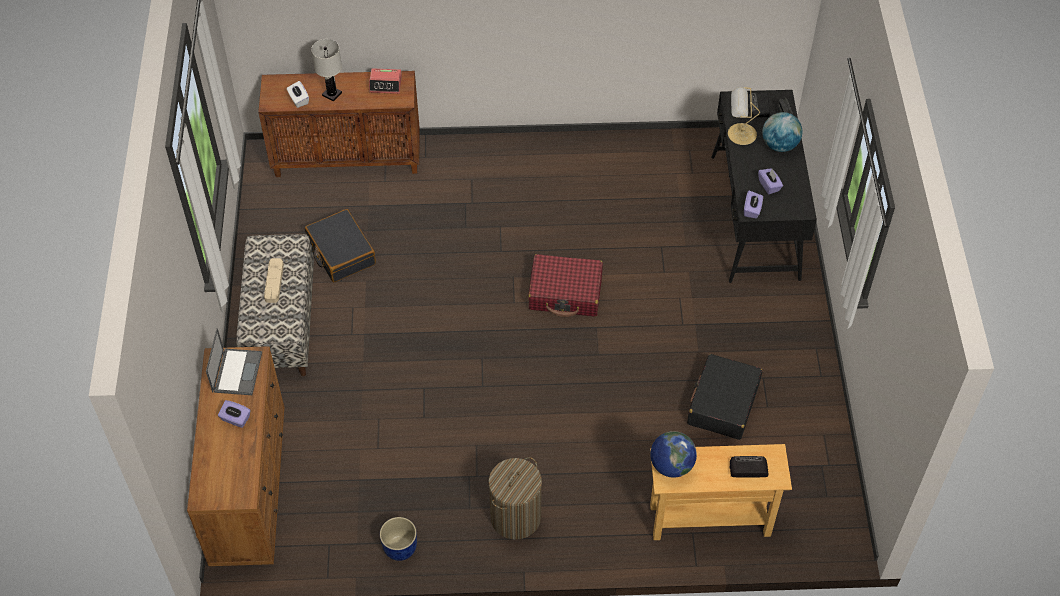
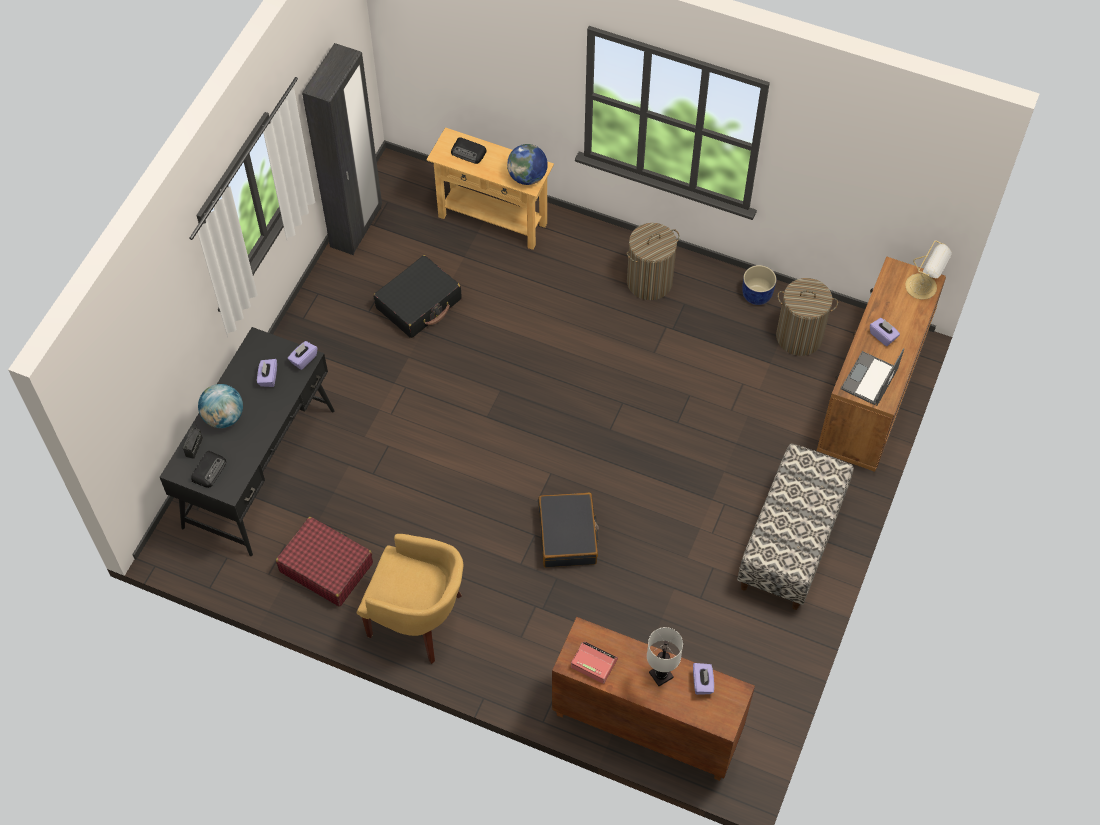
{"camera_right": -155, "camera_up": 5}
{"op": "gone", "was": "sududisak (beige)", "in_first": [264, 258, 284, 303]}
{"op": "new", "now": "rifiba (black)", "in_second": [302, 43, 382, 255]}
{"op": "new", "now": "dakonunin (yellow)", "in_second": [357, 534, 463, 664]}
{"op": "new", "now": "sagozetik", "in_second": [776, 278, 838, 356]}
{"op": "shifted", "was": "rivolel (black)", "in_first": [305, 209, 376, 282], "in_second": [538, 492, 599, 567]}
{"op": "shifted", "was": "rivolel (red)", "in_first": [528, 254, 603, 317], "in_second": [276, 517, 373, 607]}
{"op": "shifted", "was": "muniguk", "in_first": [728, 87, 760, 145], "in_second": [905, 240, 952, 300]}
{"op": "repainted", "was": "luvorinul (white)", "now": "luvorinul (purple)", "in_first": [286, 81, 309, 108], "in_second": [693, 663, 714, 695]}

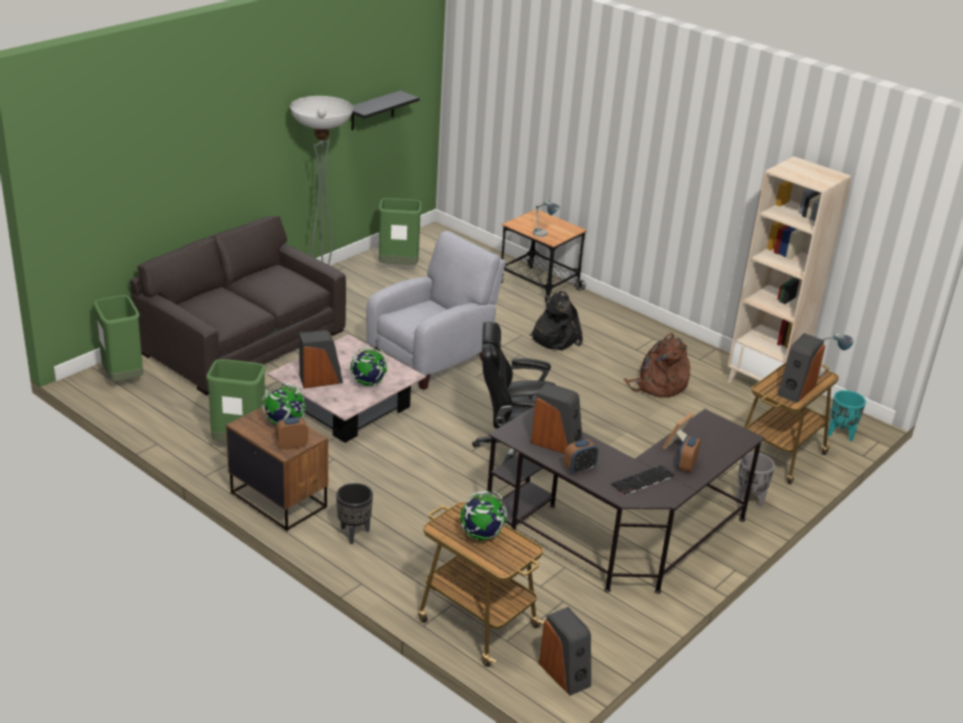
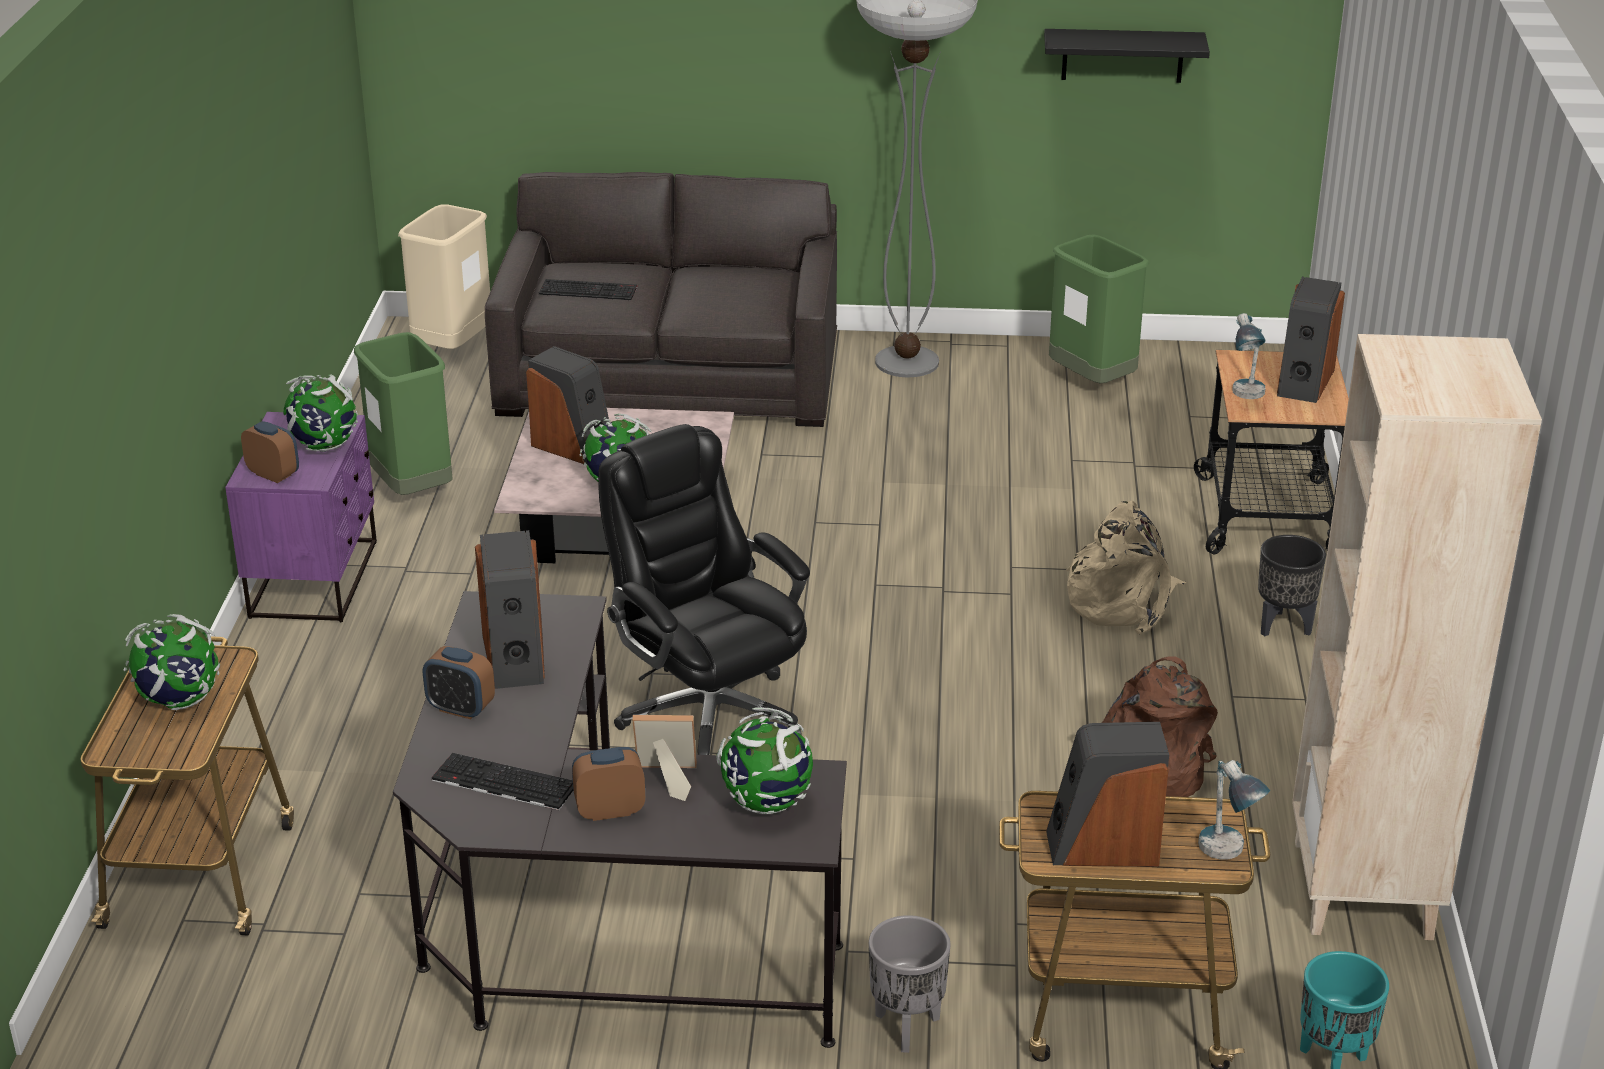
{"camera_right": 55, "camera_up": 0}
{"op": "gone", "was": "dakonunin (grey)", "in_first": [366, 231, 505, 390]}
{"op": "new", "now": "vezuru", "in_second": [539, 279, 637, 300]}
{"op": "new", "now": "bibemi", "in_second": [717, 707, 813, 814]}
{"op": "shifted", "was": "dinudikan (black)", "in_first": [336, 483, 373, 544], "in_second": [1258, 535, 1326, 636]}
{"op": "shifted", "was": "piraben", "in_first": [539, 607, 591, 696], "in_second": [1277, 277, 1345, 403]}
{"op": "repainted", "was": "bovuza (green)", "now": "bovuza (beige)", "in_first": [94, 295, 143, 381], "in_second": [398, 204, 490, 349]}
{"op": "repainted", "was": "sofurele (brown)", "now": "sofurele (purple)", "in_first": [226, 407, 328, 531], "in_second": [225, 412, 377, 622]}
{"op": "repainted", "was": "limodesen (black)", "now": "limodesen (beige)", "in_first": [530, 291, 583, 350], "in_second": [1067, 501, 1187, 634]}

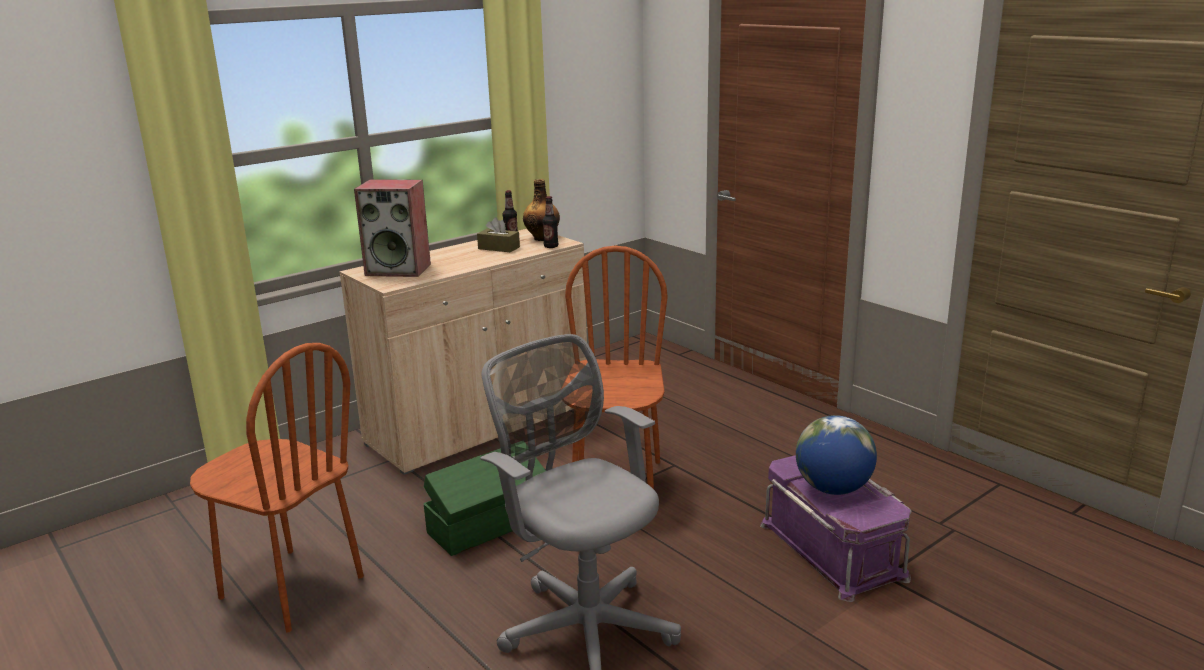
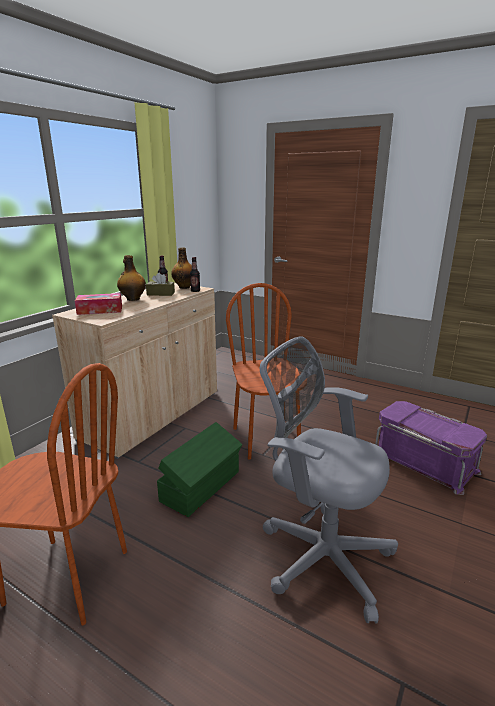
{"camera_right": -20, "camera_up": 0}
{"op": "gone", "was": "bibemi", "in_first": [796, 415, 877, 495]}
{"op": "new", "now": "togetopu", "in_second": [117, 255, 146, 301]}
{"op": "swapped", "was": "piraben", "now": "luvorinul", "in_first": [354, 180, 431, 277], "in_second": [75, 293, 122, 315]}

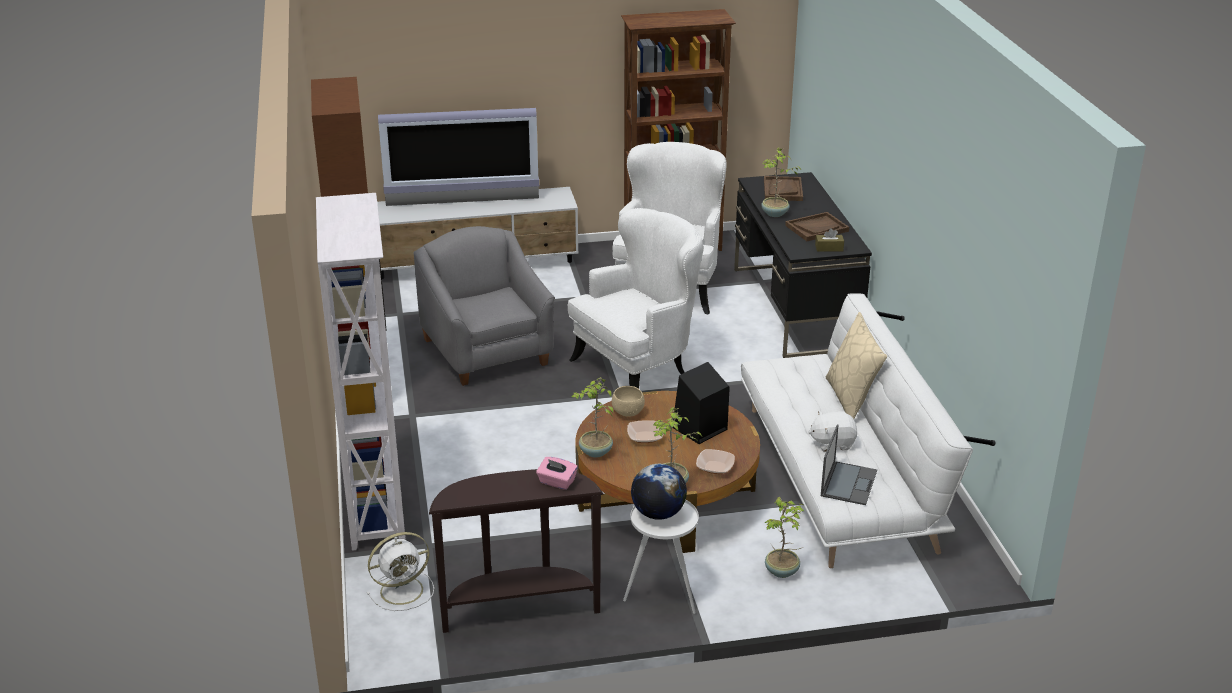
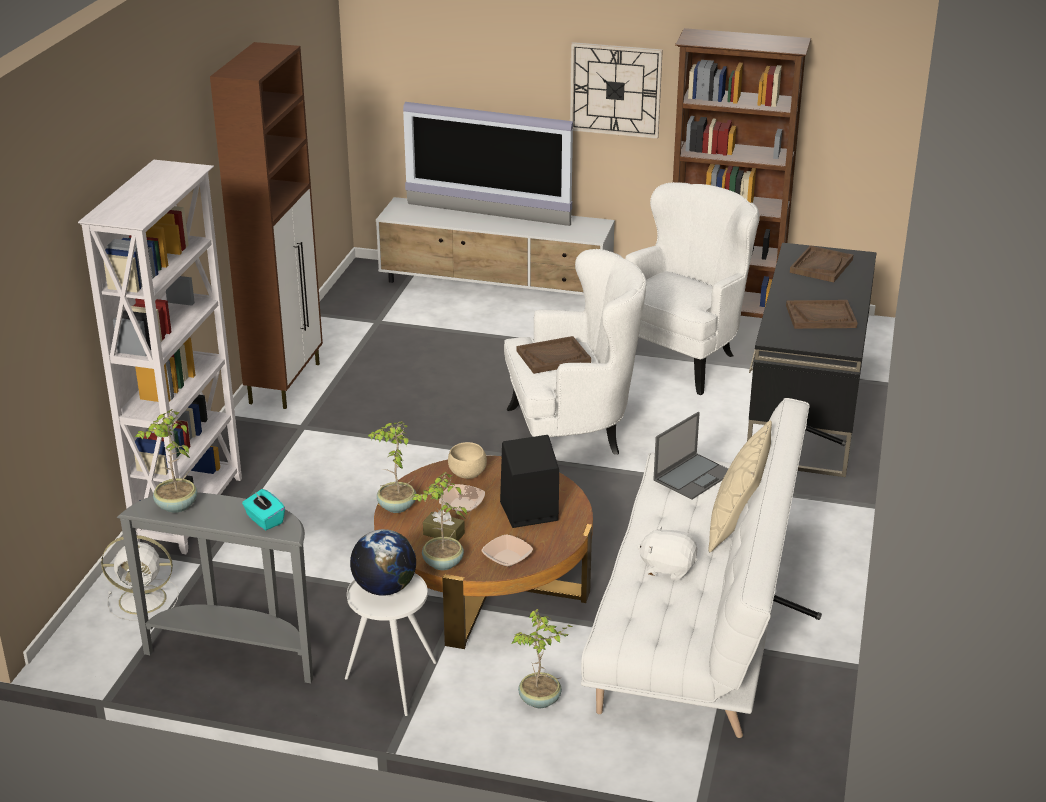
{"camera_right": 25, "camera_up": 0}
{"op": "gone", "was": "dakonunin (grey)", "in_first": [414, 226, 555, 386]}
{"op": "new", "now": "sududisak (brown)", "in_second": [517, 336, 591, 374]}
{"op": "new", "now": "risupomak", "in_second": [570, 42, 663, 139]}
{"op": "shifted", "was": "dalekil", "in_first": [762, 147, 801, 217], "in_second": [135, 409, 197, 513]}
{"op": "shifted", "was": "luvorinul (brown)", "in_first": [815, 228, 844, 252], "in_second": [423, 509, 465, 541]}
{"op": "shifted", "was": "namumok", "in_first": [821, 424, 877, 505], "in_second": [653, 412, 728, 500]}
{"op": "repainted", "was": "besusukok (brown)", "now": "besusukok (grey)", "in_first": [429, 469, 603, 633], "in_second": [117, 492, 313, 683]}
{"op": "repainted", "was": "luvorinul (pink)", "now": "luvorinul (turquoise)", "in_first": [536, 457, 578, 490], "in_second": [242, 489, 285, 530]}

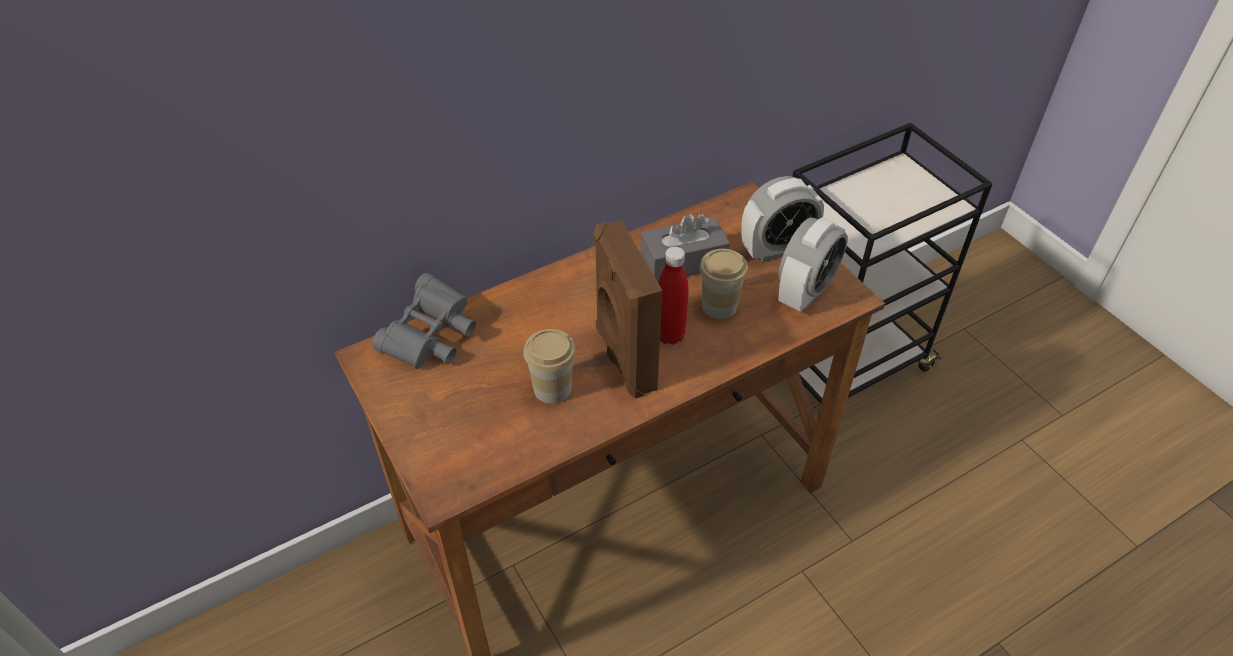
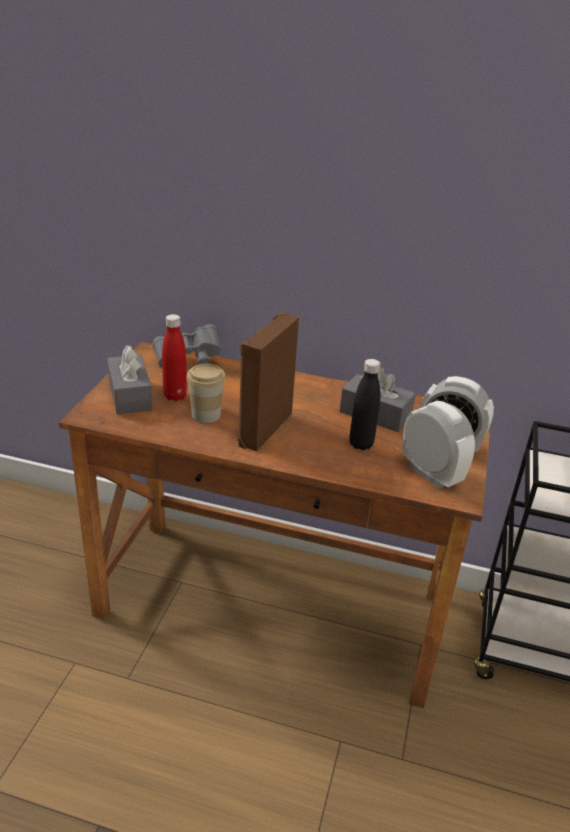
{"camera_right": 45, "camera_up": -15}
{"op": "new", "now": "luvorinul (grey)", "in_second": [107, 345, 153, 414]}
{"op": "shifted", "was": "togetopu (red)", "in_first": [658, 246, 689, 345], "in_second": [162, 314, 187, 401]}
{"op": "swapped", "was": "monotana", "now": "togetopu (black)", "in_first": [699, 249, 748, 319], "in_second": [349, 359, 380, 450]}
{"op": "rotated", "was": "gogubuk", "in_first": [778, 217, 848, 312], "in_second": [402, 401, 475, 489], "clockwise": -120}

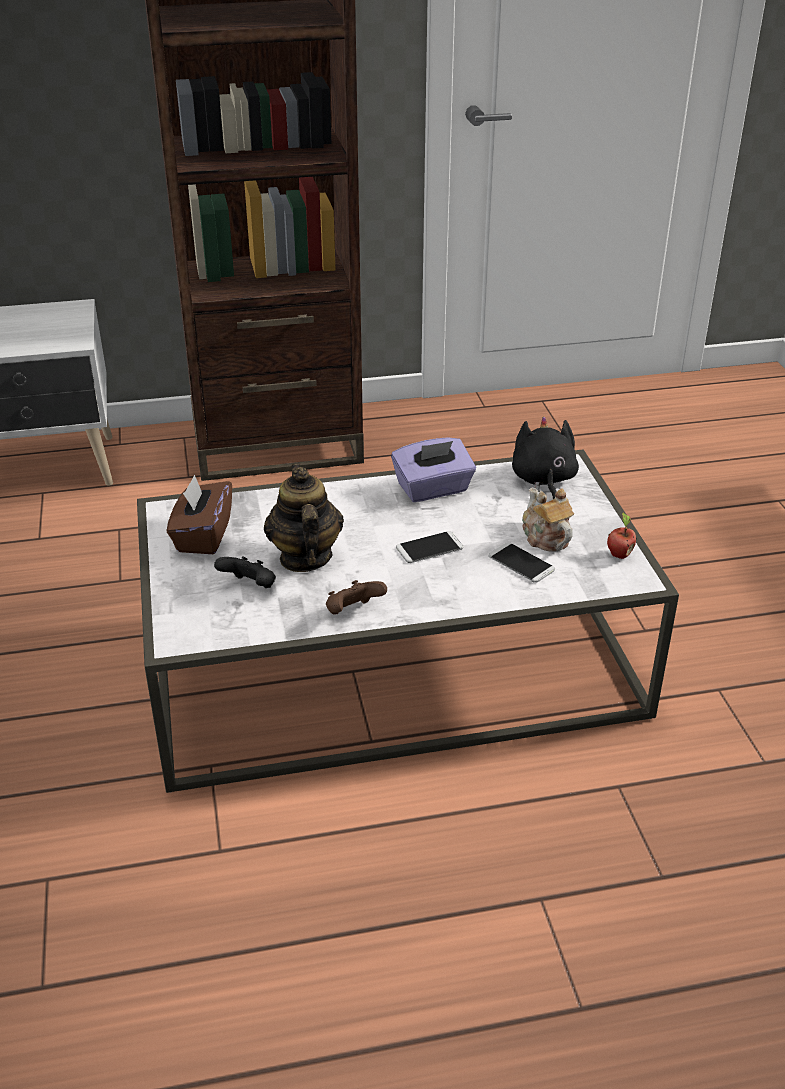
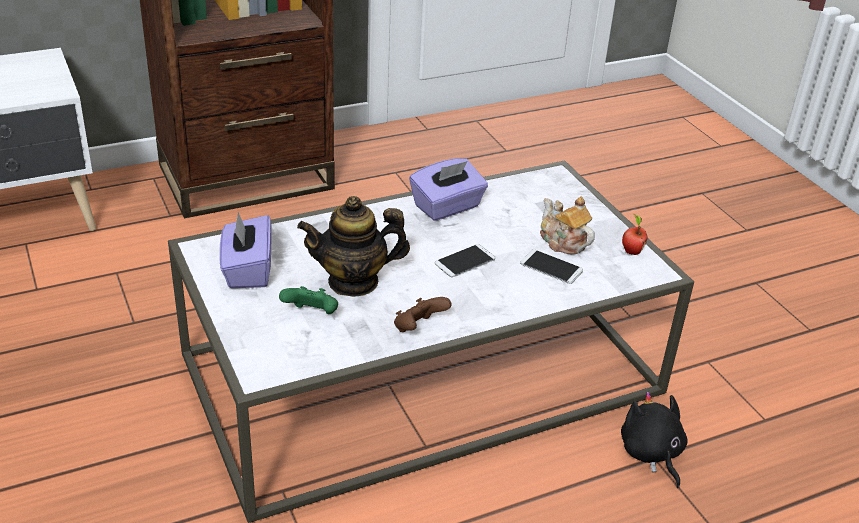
{"camera_right": -15, "camera_up": 0}
{"op": "shifted", "was": "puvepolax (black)", "in_first": [512, 417, 579, 499], "in_second": [621, 391, 688, 489]}
{"op": "repainted", "was": "luvorinul (brown)", "now": "luvorinul (purple)", "in_first": [167, 475, 232, 554], "in_second": [219, 212, 272, 288]}
{"op": "repainted", "was": "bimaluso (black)", "now": "bimaluso (green)", "in_first": [214, 556, 276, 588], "in_second": [279, 286, 338, 314]}
{"op": "rotated", "was": "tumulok", "in_first": [264, 464, 344, 572], "in_second": [297, 196, 410, 297], "clockwise": -75}

